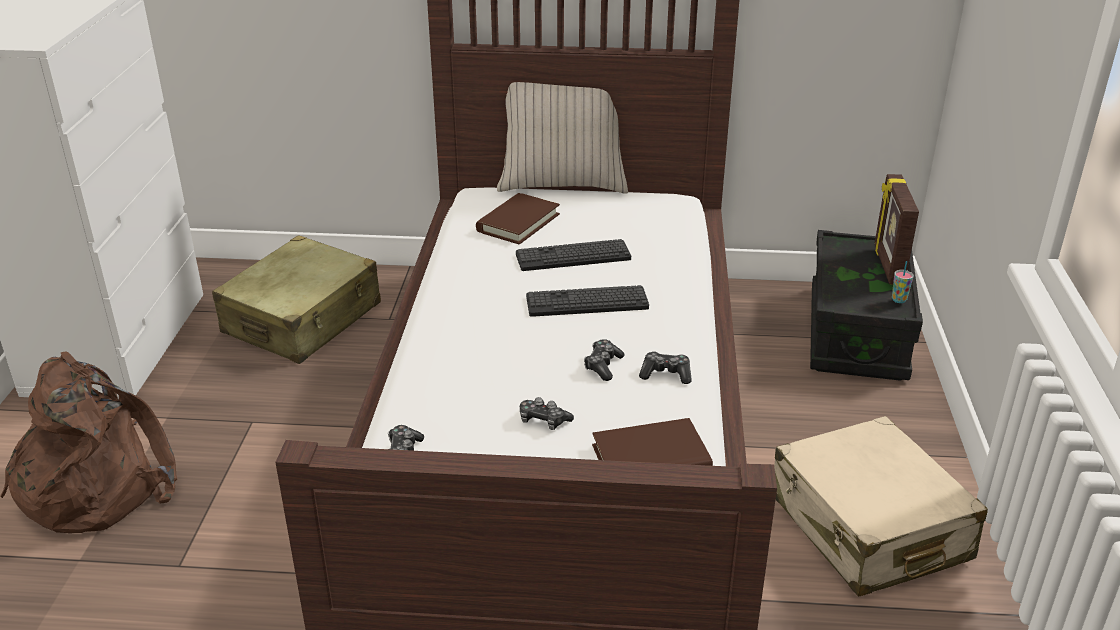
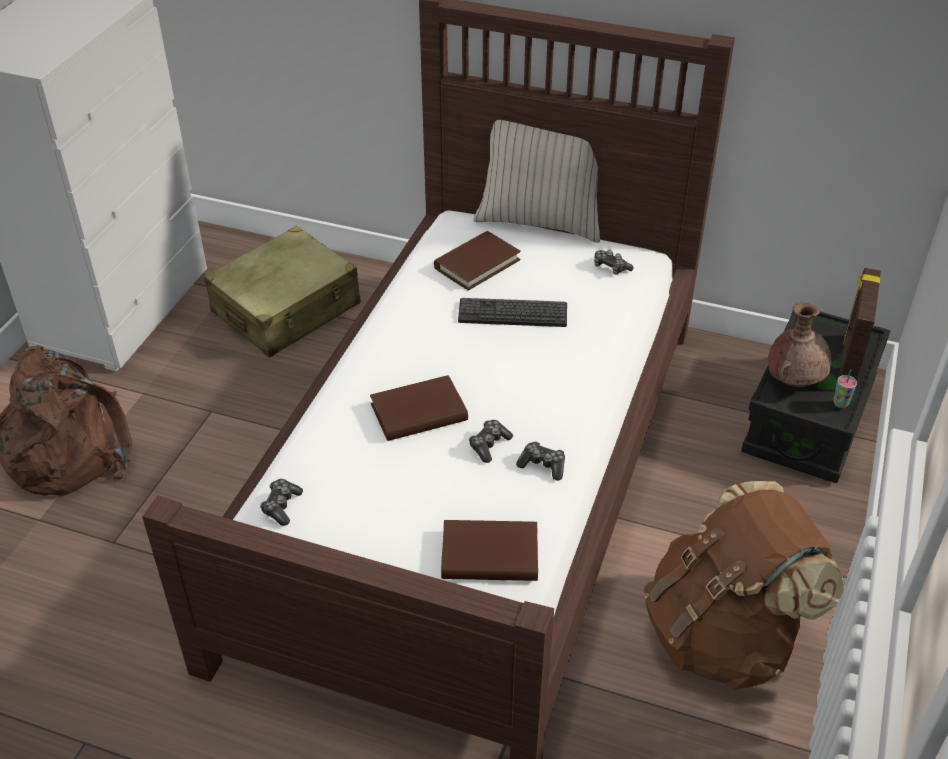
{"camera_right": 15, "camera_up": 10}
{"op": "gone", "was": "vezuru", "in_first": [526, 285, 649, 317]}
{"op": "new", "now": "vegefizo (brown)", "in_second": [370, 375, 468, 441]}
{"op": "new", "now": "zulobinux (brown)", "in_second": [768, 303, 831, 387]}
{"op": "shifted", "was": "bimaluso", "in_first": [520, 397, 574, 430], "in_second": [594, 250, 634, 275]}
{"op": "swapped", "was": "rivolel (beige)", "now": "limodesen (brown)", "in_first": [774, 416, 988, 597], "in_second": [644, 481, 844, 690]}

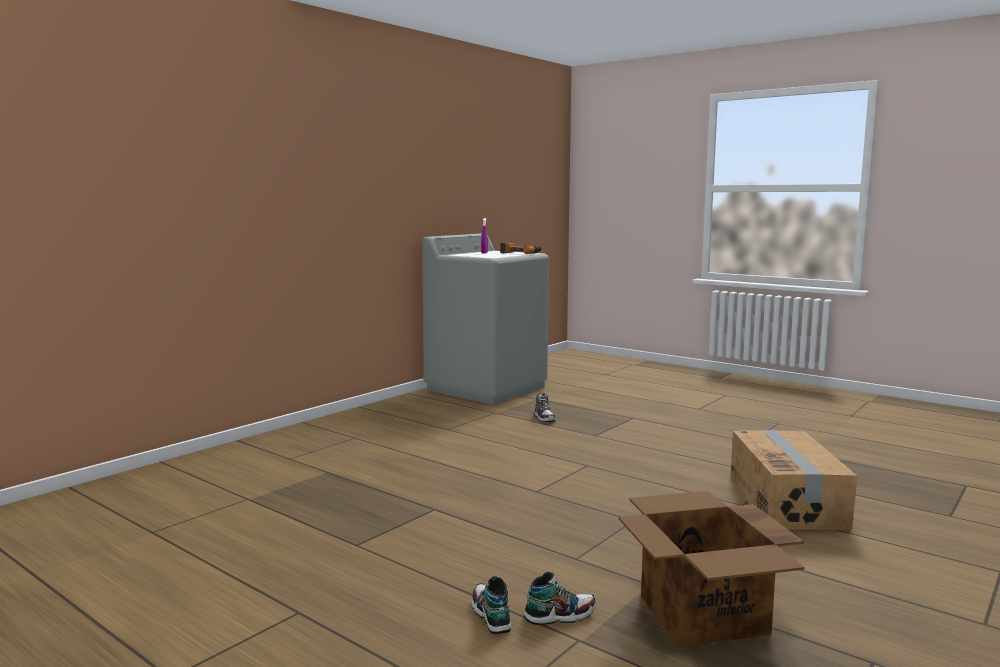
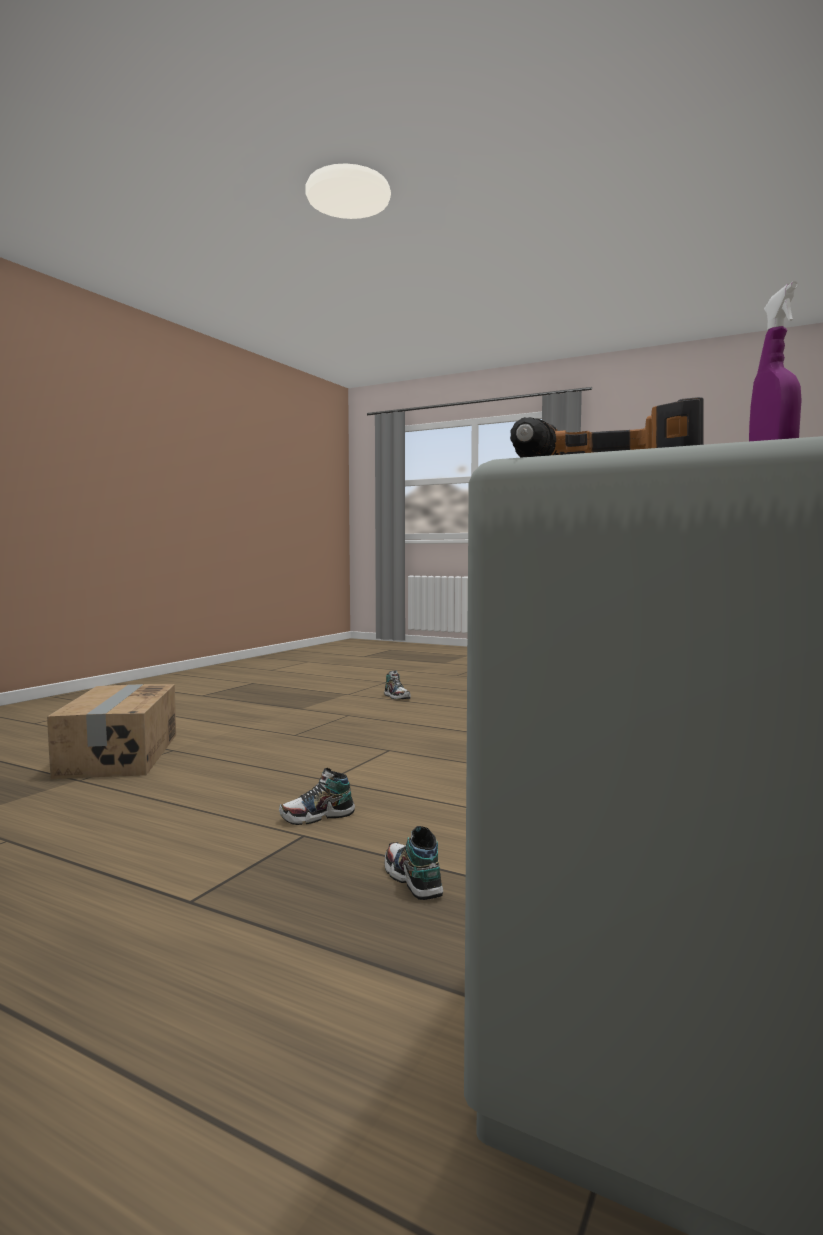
{"camera_right": 170, "camera_up": -5}
{"op": "gone", "was": "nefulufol", "in_first": [619, 491, 805, 647]}
{"op": "shifted", "was": "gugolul", "in_first": [524, 572, 596, 625], "in_second": [279, 768, 355, 825]}

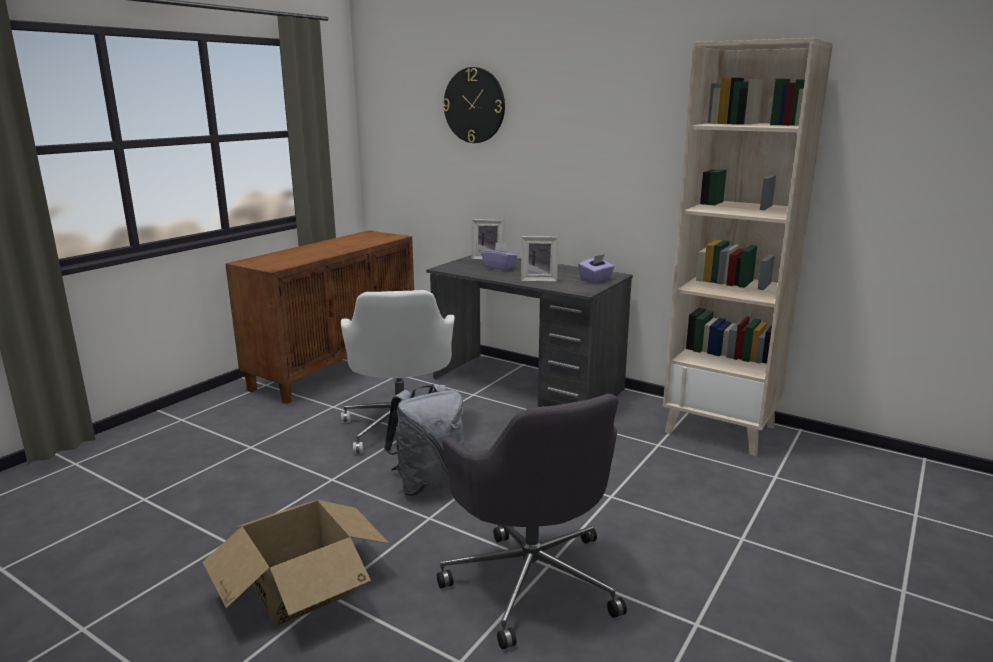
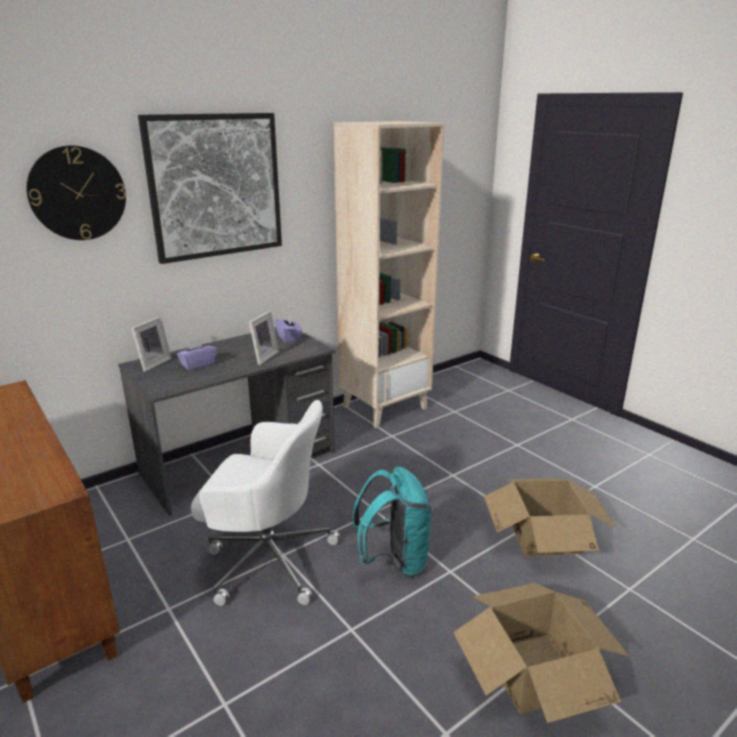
{"camera_right": -70, "camera_up": 5}
{"op": "new", "now": "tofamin", "in_second": [138, 113, 282, 264]}
{"op": "swapped", "was": "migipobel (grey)", "now": "nefulufol", "in_first": [437, 394, 627, 650], "in_second": [484, 478, 617, 556]}
{"op": "repainted", "was": "limodesen (grey)", "now": "limodesen (turquoise)", "in_first": [384, 383, 464, 496], "in_second": [352, 467, 432, 578]}

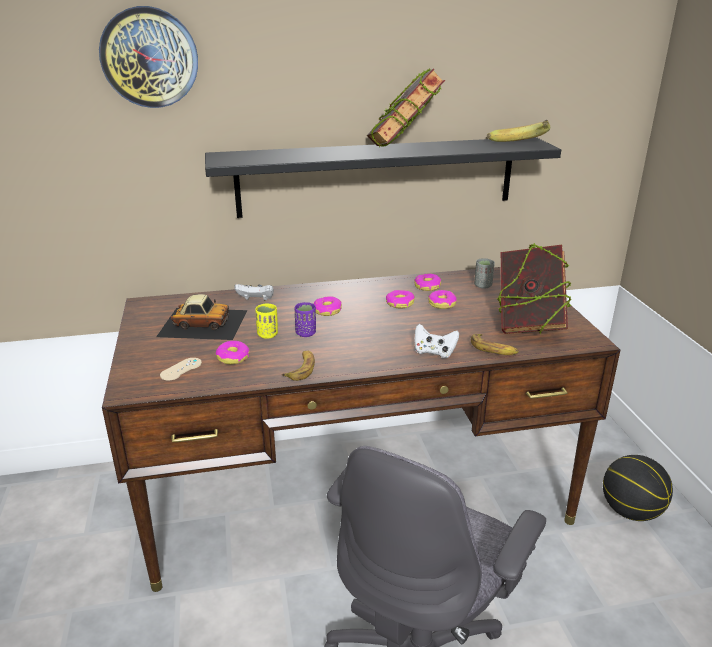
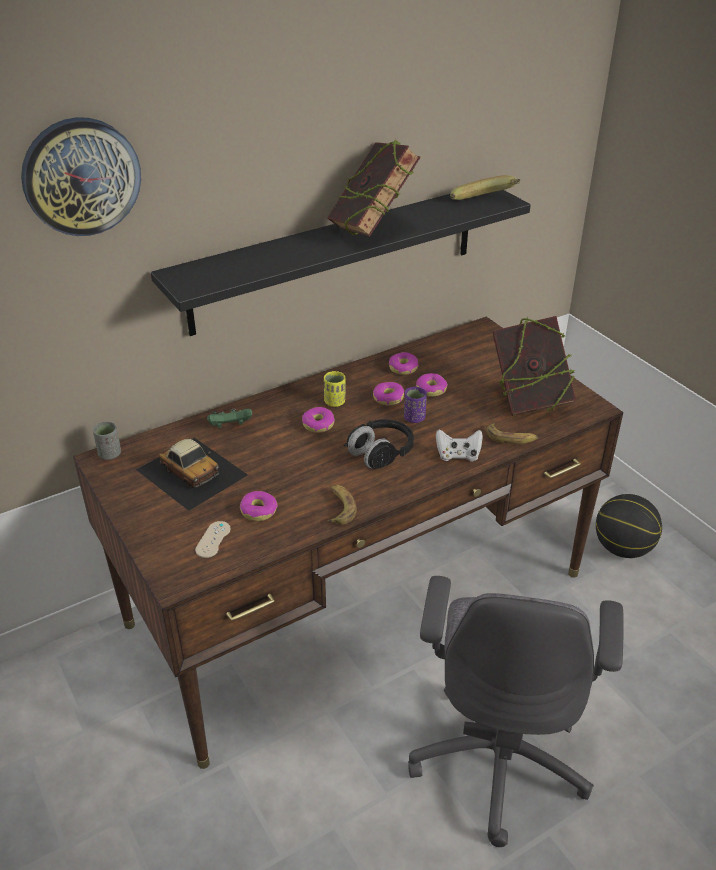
{"camera_right": -20, "camera_up": 10}
{"op": "new", "now": "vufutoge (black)", "in_second": [344, 420, 414, 469]}
{"op": "shifted", "was": "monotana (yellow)", "in_first": [255, 304, 278, 339], "in_second": [324, 371, 345, 407]}
{"op": "shifted", "was": "monotana (purple)", "in_first": [295, 302, 316, 337], "in_second": [404, 387, 427, 423]}
{"op": "shifted", "was": "monotana (grey)", "in_first": [474, 258, 495, 289], "in_second": [93, 422, 121, 460]}
{"op": "repainted", "was": "bimaluso (white)", "now": "bimaluso (green)", "in_first": [234, 284, 274, 301], "in_second": [207, 409, 252, 428]}
{"op": "rotated", "was": "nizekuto", "in_first": [156, 294, 247, 340], "in_second": [136, 437, 248, 511], "clockwise": 60}

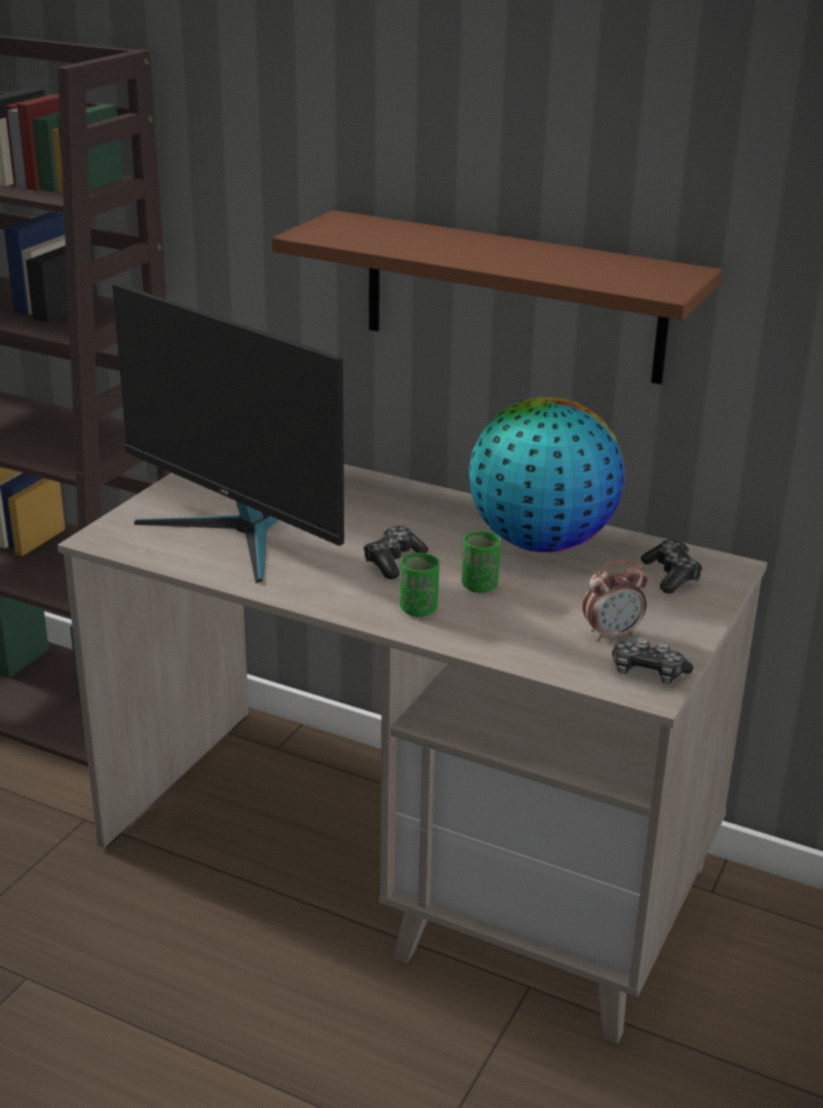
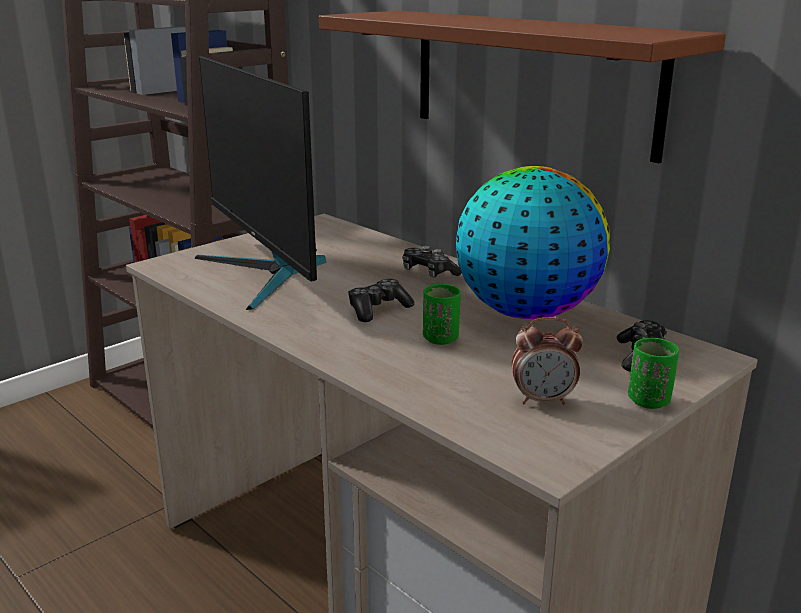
{"camera_right": 20, "camera_up": -5}
{"op": "shifted", "was": "monotana (green)", "in_first": [400, 552, 439, 617], "in_second": [628, 338, 679, 409]}
{"op": "shifted", "was": "bimaluso", "in_first": [612, 637, 693, 684], "in_second": [402, 245, 462, 278]}

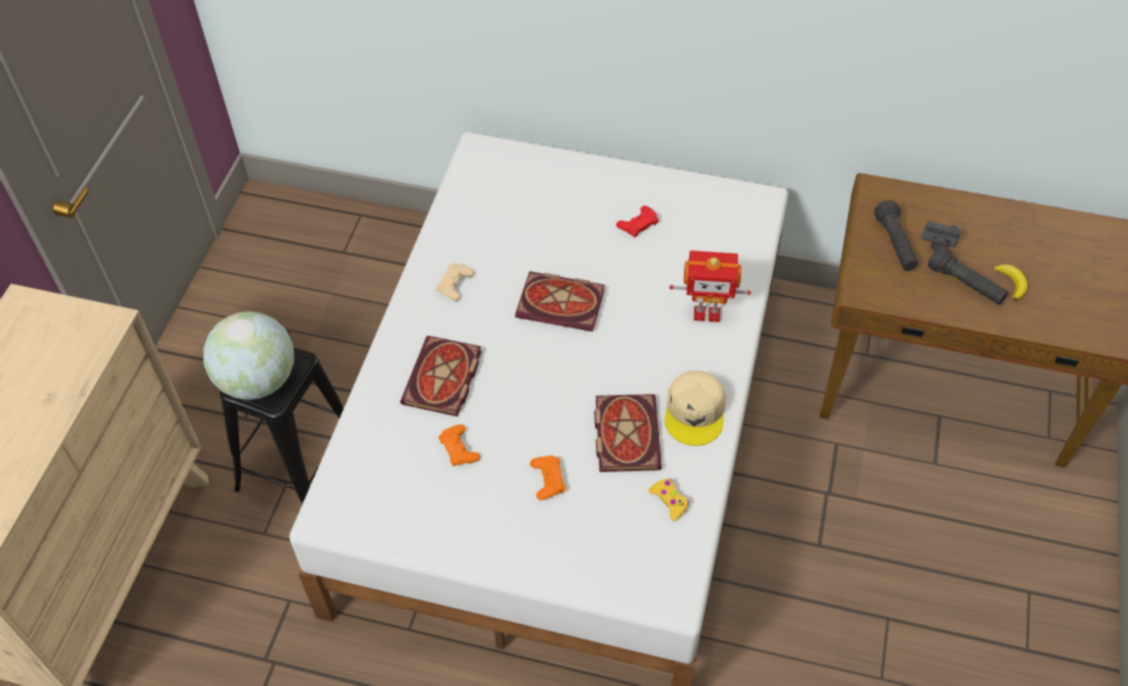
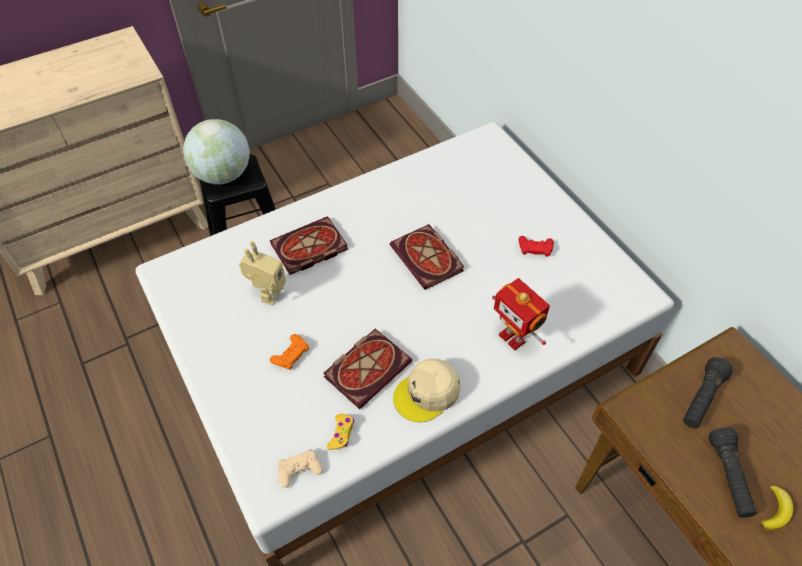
{"camera_right": 45, "camera_up": 0}
{"op": "gone", "was": "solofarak", "in_first": [922, 221, 961, 251]}
{"op": "shifted", "was": "bimaluso (beige)", "in_first": [435, 263, 474, 301], "in_second": [278, 449, 323, 488]}
{"op": "swapped", "was": "bimaluso (orange)", "now": "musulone", "in_first": [438, 424, 480, 466], "in_second": [239, 241, 286, 305]}

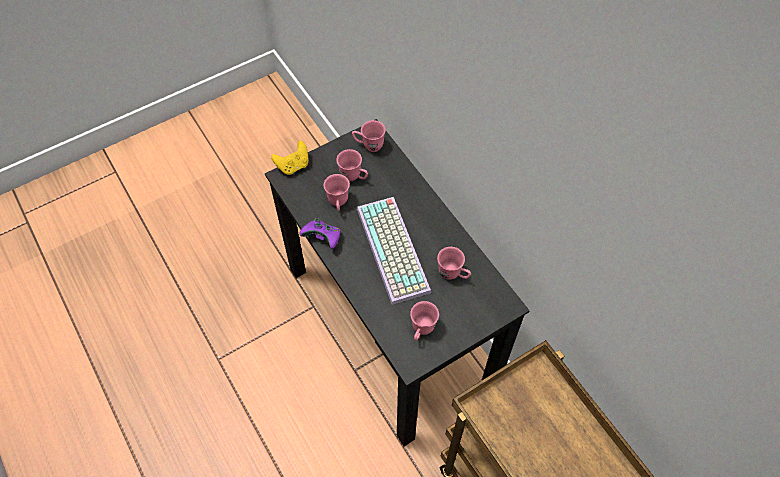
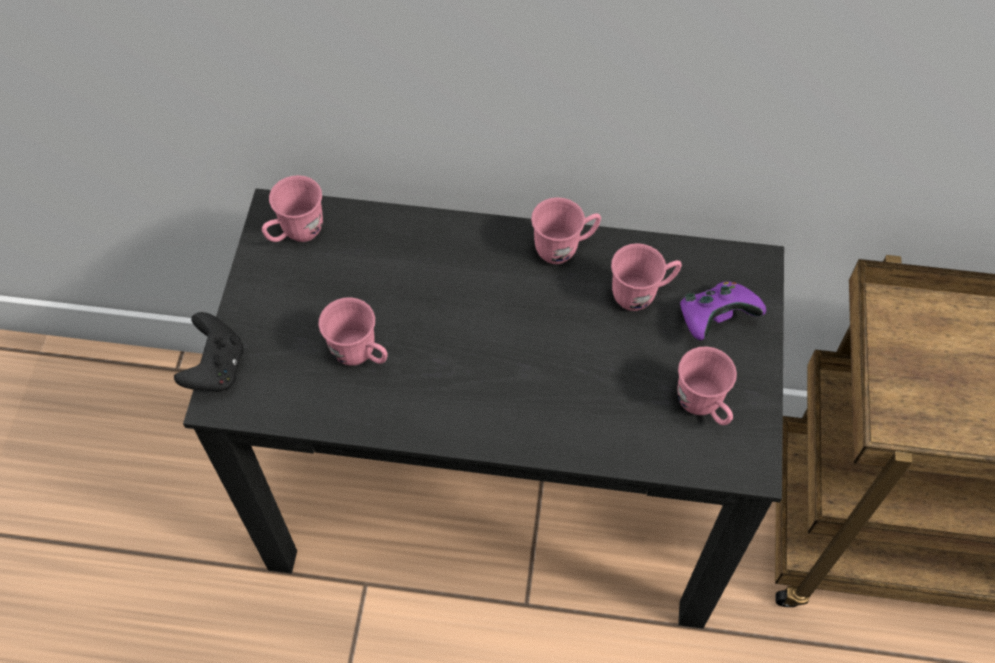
{"camera_right": -50, "camera_up": 0}
{"op": "gone", "was": "vezuru", "in_first": [357, 197, 431, 305]}
{"op": "shifted", "was": "bimaluso (purple)", "in_first": [299, 218, 341, 249], "in_second": [680, 281, 766, 340]}
{"op": "shifted", "was": "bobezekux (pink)", "in_first": [336, 149, 368, 181], "in_second": [531, 197, 601, 264]}
{"op": "repainted", "was": "bimaluso (yellow)", "now": "bimaluso (black)", "in_first": [271, 141, 309, 175], "in_second": [174, 312, 243, 392]}

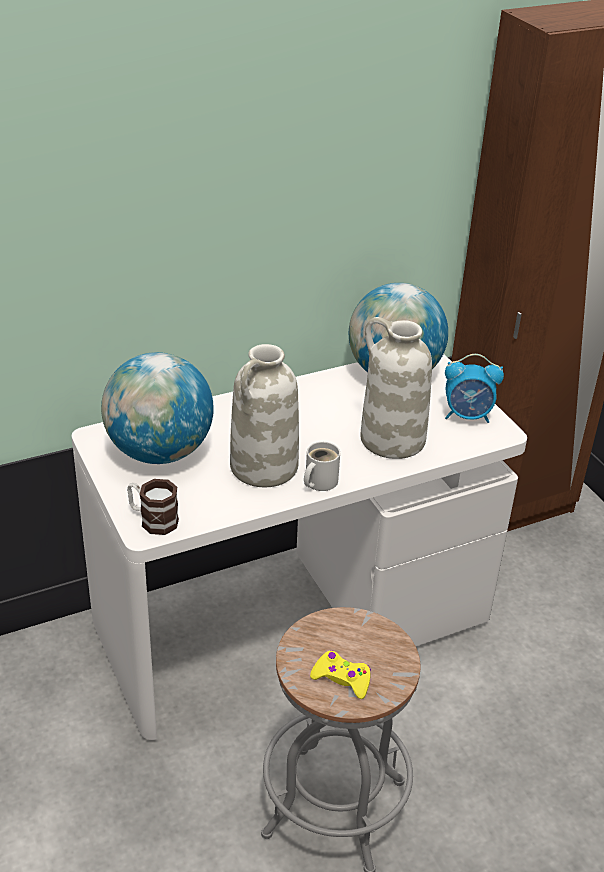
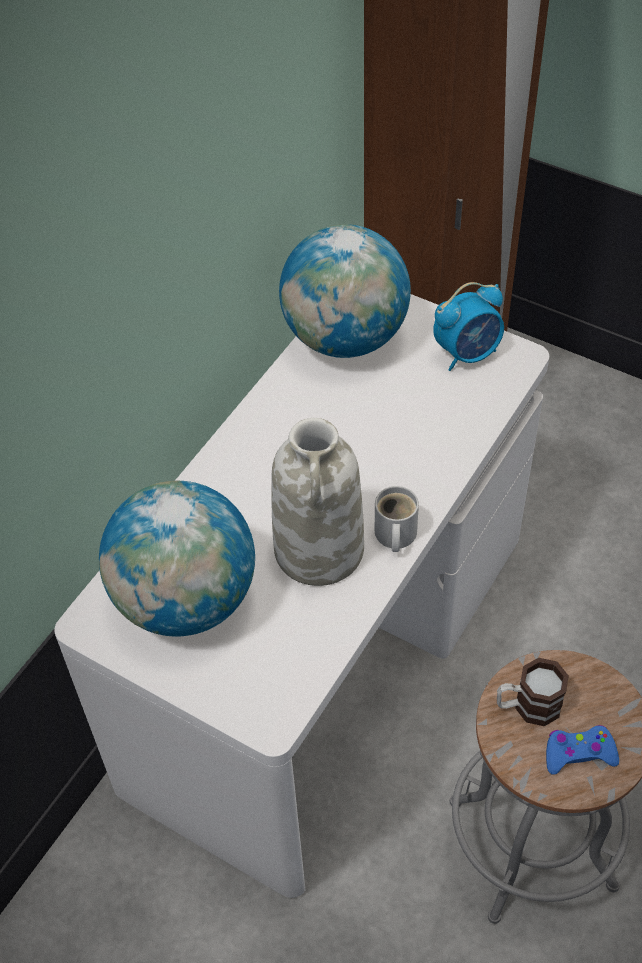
{"camera_right": -30, "camera_up": 15}
{"op": "gone", "was": "zulobinux (white)", "in_first": [360, 317, 432, 459]}
{"op": "shifted", "was": "bobezekux", "in_first": [127, 479, 179, 535], "in_second": [497, 658, 569, 726]}
{"op": "repainted", "was": "bimaluso (yellow)", "now": "bimaluso (blue)", "in_first": [310, 650, 371, 699], "in_second": [546, 725, 619, 775]}

